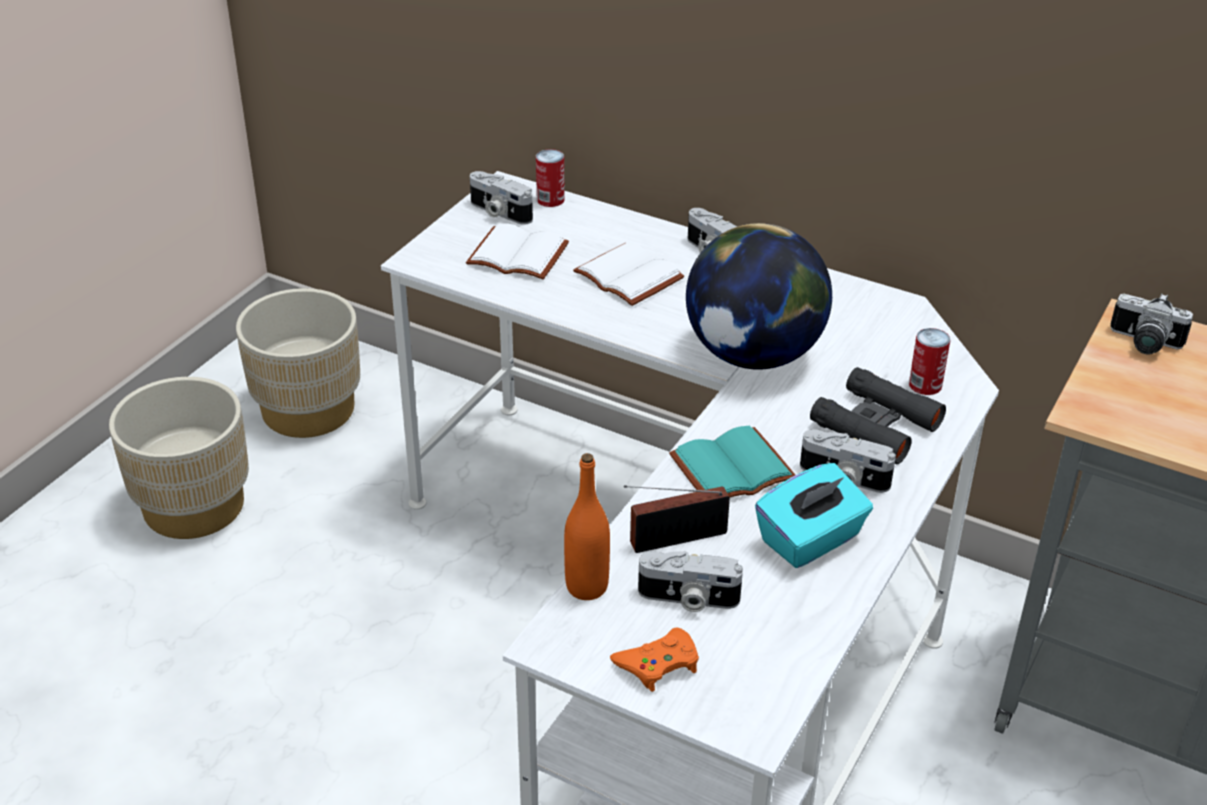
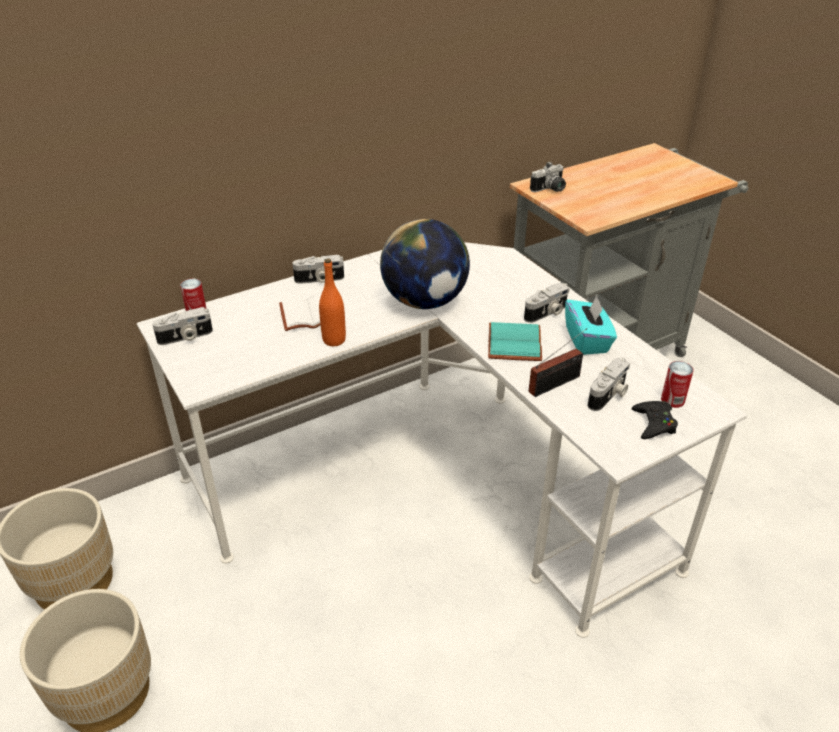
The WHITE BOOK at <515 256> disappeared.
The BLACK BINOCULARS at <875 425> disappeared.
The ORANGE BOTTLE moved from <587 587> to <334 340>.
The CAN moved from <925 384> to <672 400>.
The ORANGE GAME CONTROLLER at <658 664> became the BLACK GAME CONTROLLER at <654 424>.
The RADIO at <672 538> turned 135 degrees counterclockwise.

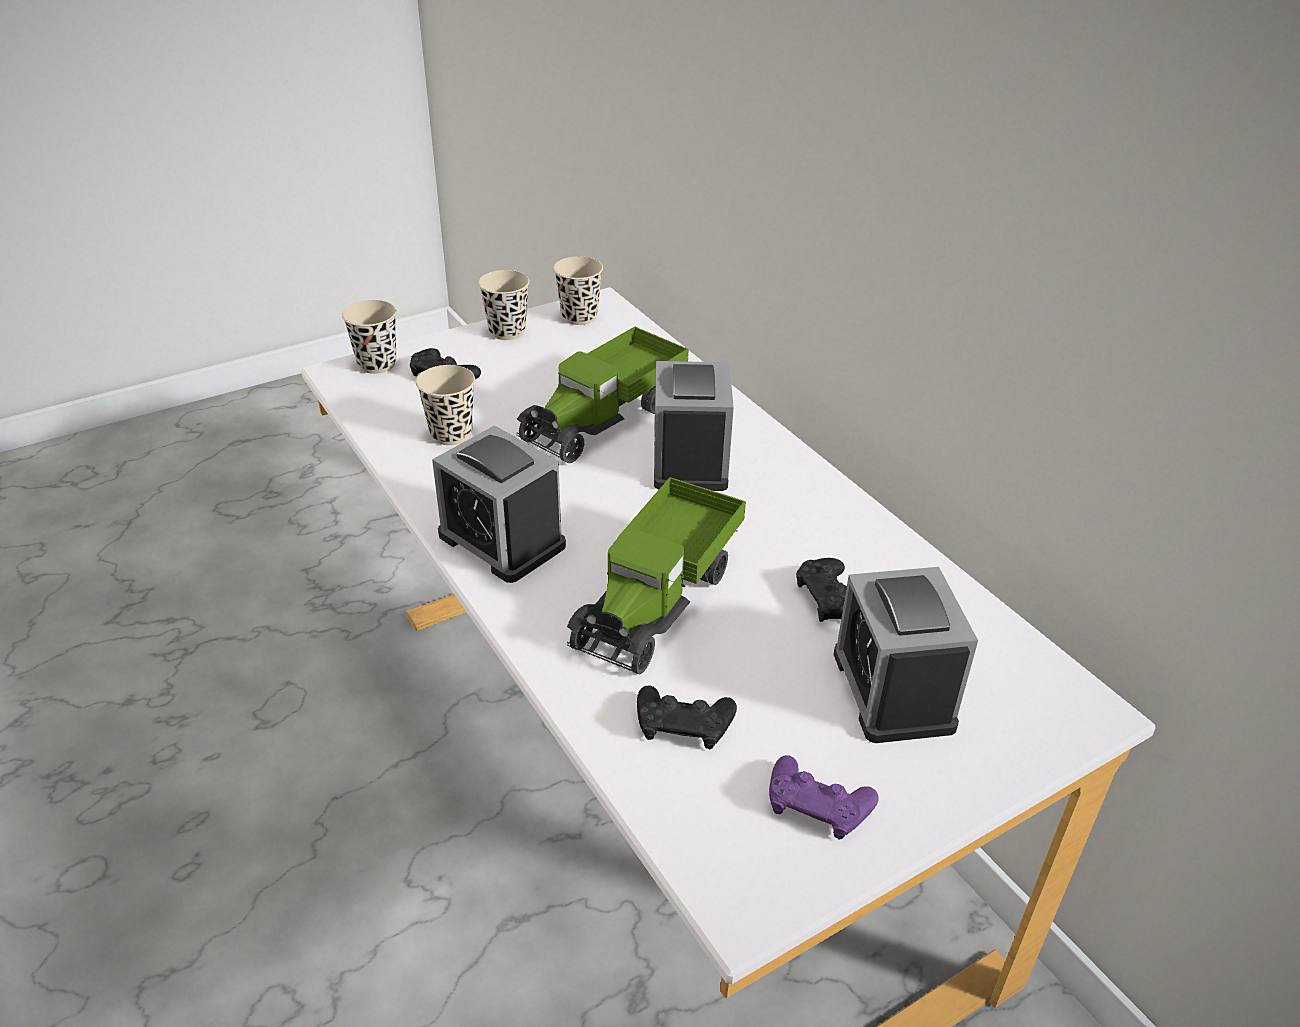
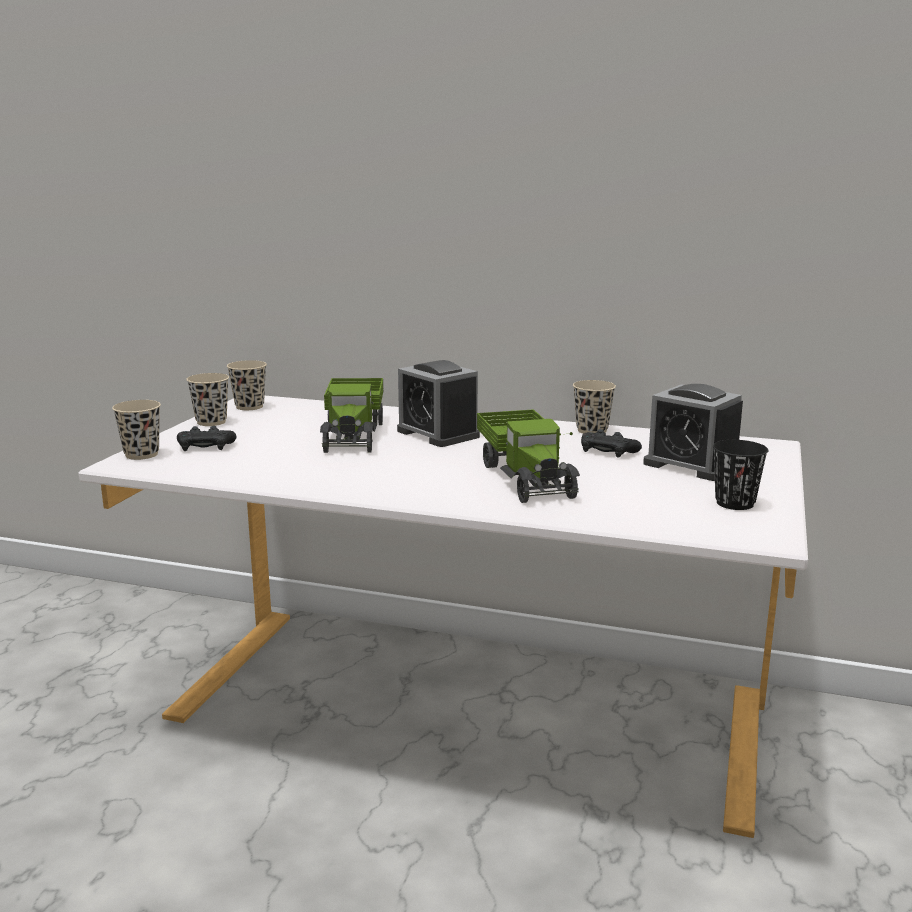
The ALARM CLOCK at <502 540> disappeared.
The BLACK GAME CONTROLLER at <683 724> disappeared.
The BEIGE CUP moved from <451 434> to <592 430>.
The PURPLE GAME CONTROLLER at <817 805> was replaced by the BLACK CUP at <735 503>.

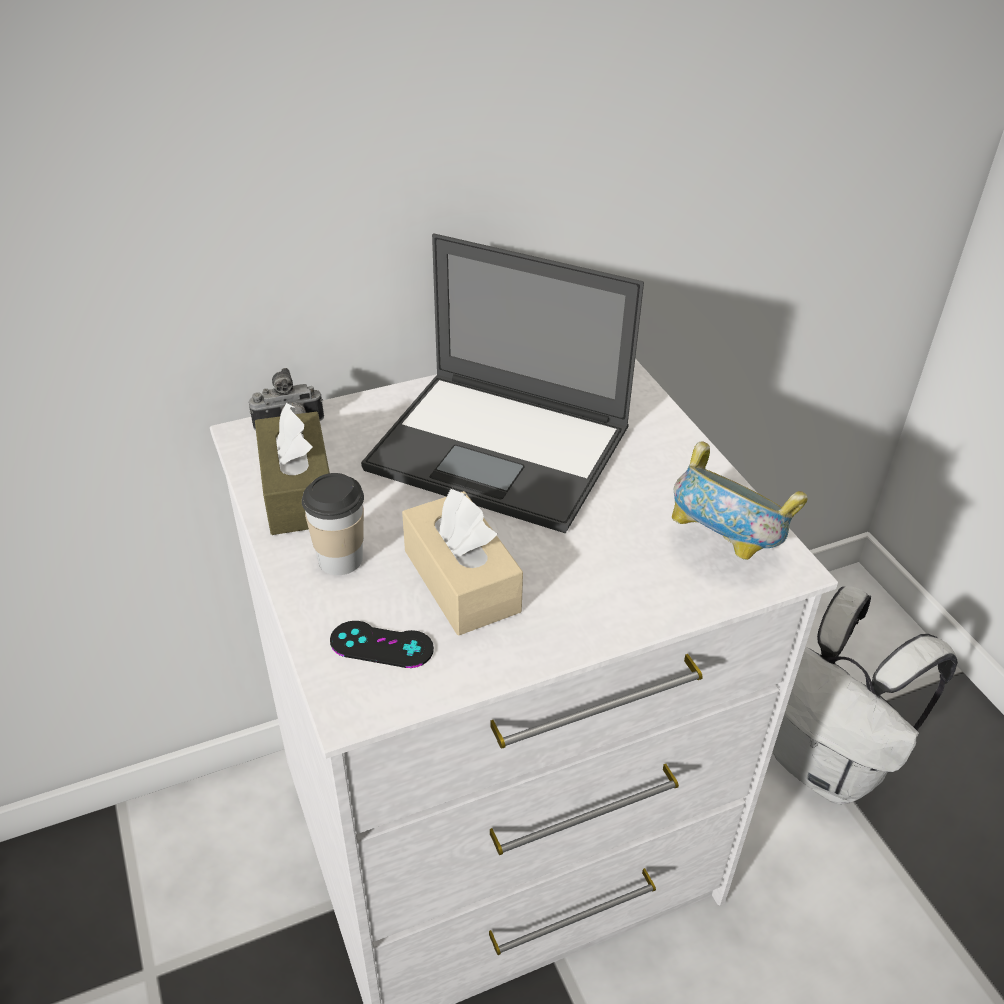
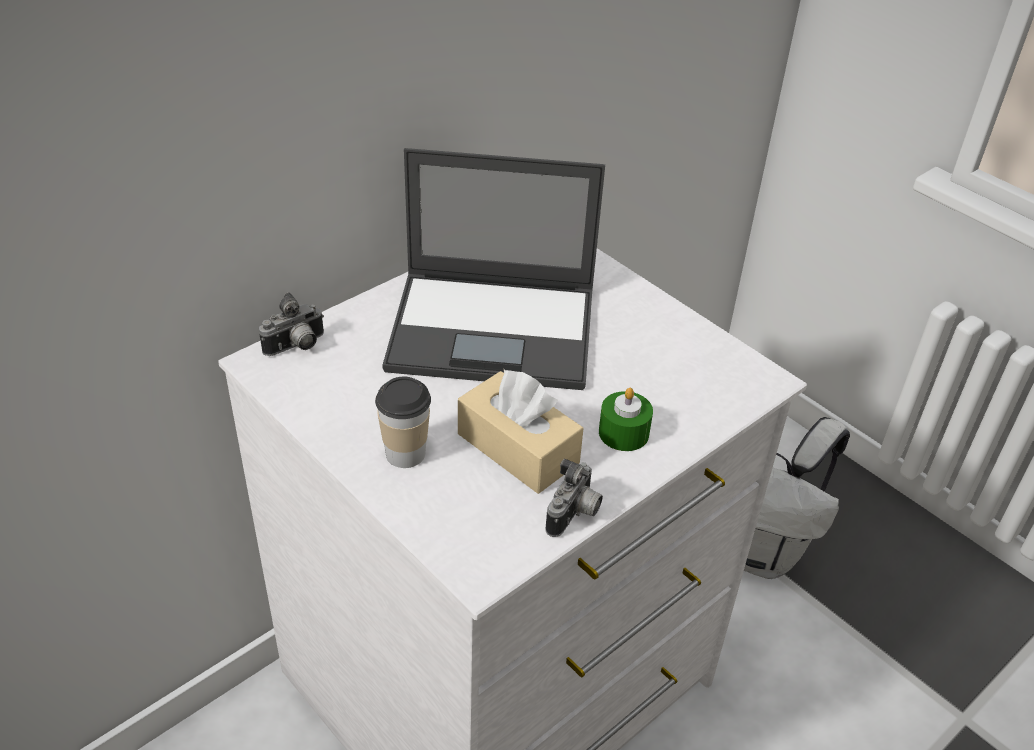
The BROWN TISSUE BOX at <298 491> disappeared.
The BLACK GAME CONTROLLER at <381 645> disappeared.
The BOWL at <724 547> disappeared.
The PHOTO CAMERA at <575 515> appeared.
The GREEN CANDLE at <623 433> appeared.

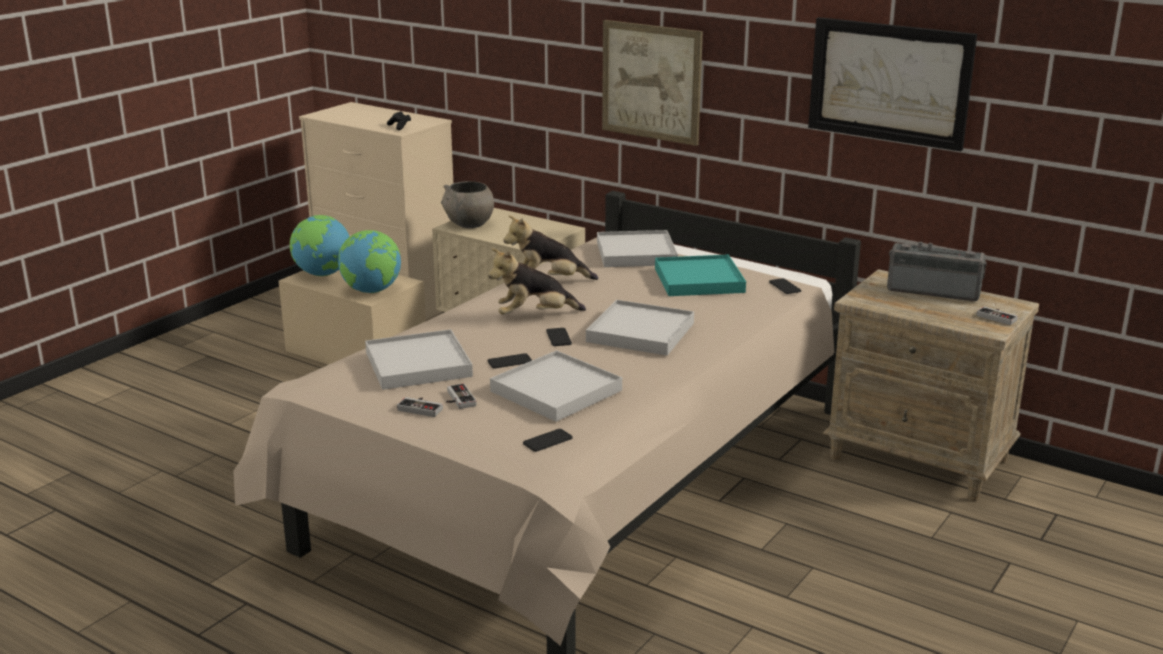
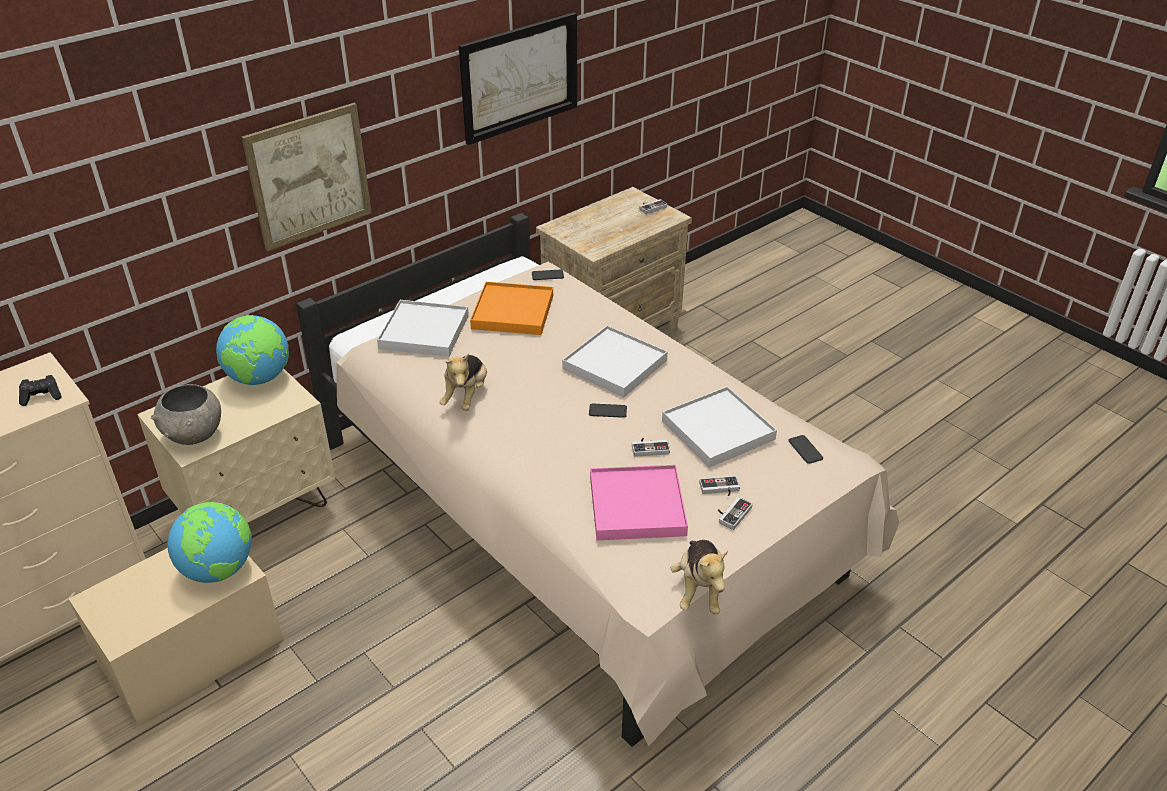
The RADIO at <934 290> disappeared.
The GLOBE moved from <322 274> to <259 378>.
The PLUSH TOY moved from <534 316> to <699 589>.
The PHONE at <509 361> was replaced by the GAME CONTROLLER at <650 447>.
The WHITE TRAY at <418 364> became the PINK TRAY at <636 506>.
The TURQUOISE TRAY at <698 280> became the ORANGE TRAY at <513 312>.

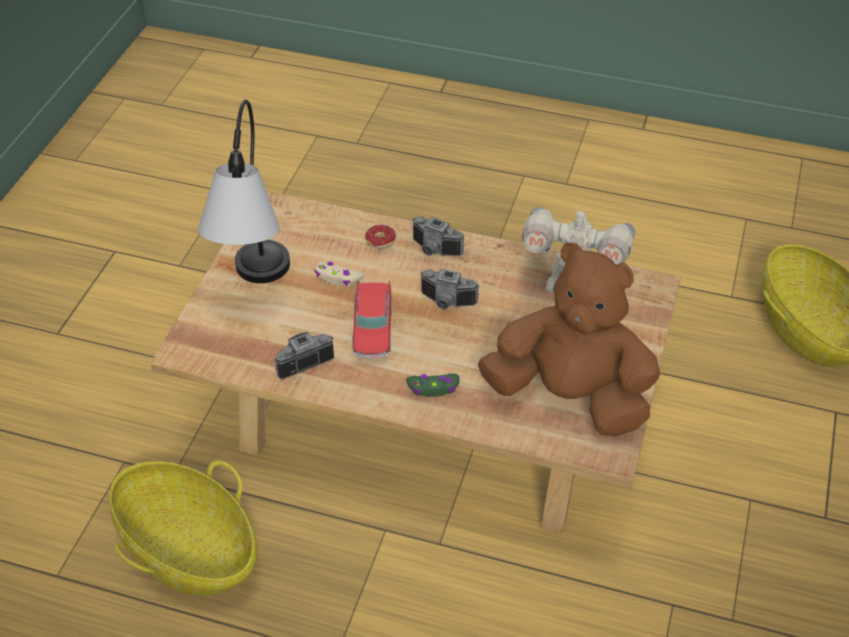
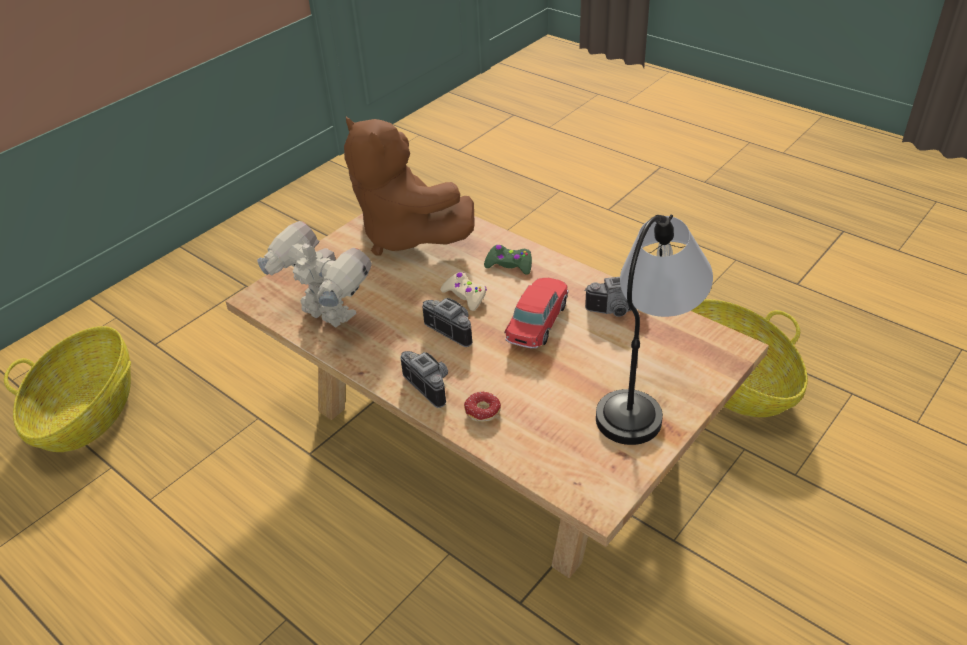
The BEIGE GAME CONTROLLER moved from <337 278> to <465 295>.

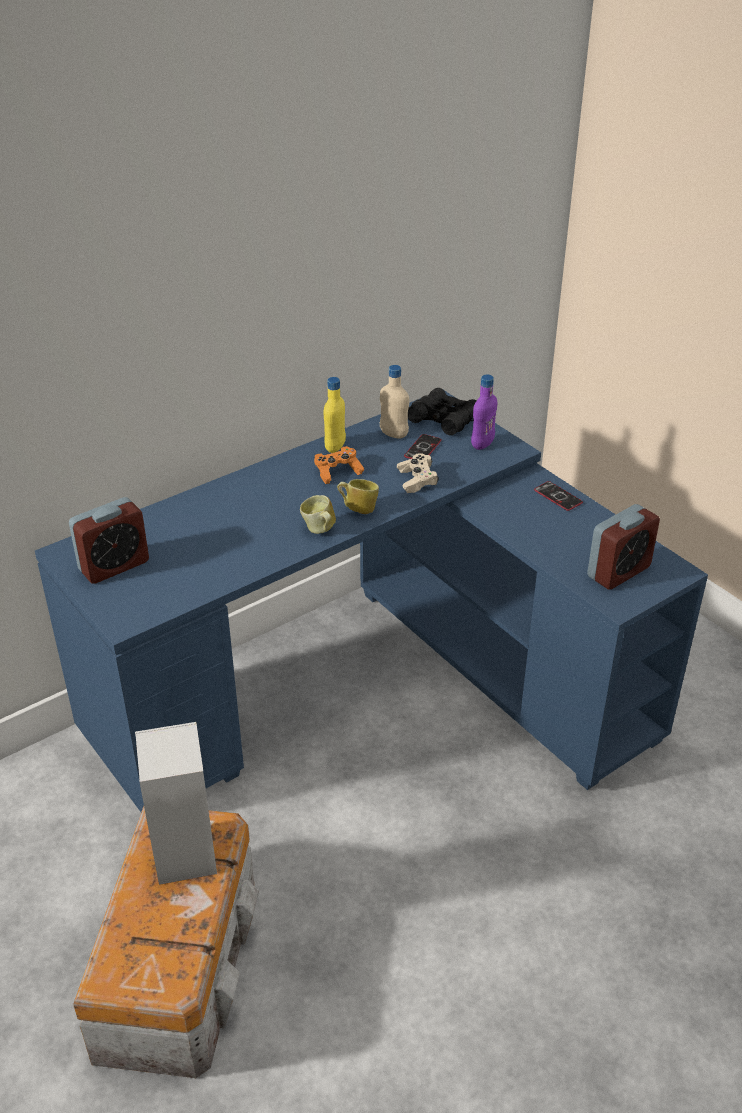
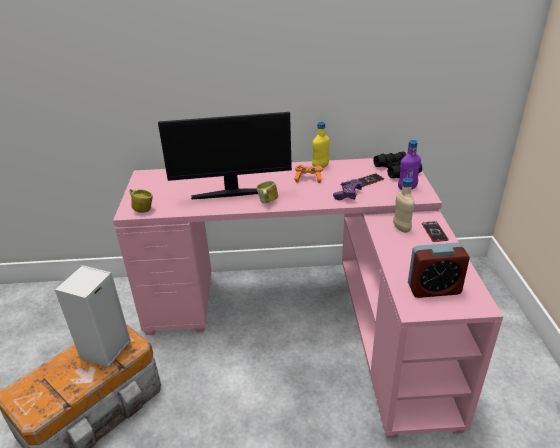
The ALARM CLOCK at <114 566> disappeared.
The MONITOR at <232 193> appeared.
The MUG moved from <358 509> to <142 209>.
The BEIGE BOTTLE moved from <393 434> to <401 228>.
The BLUE DESK at <374 683> became the PINK DESK at <310 316>.
The BEIGE GAME CONTROLLER at <417 480> became the PURPLE GAME CONTROLLER at <347 195>.

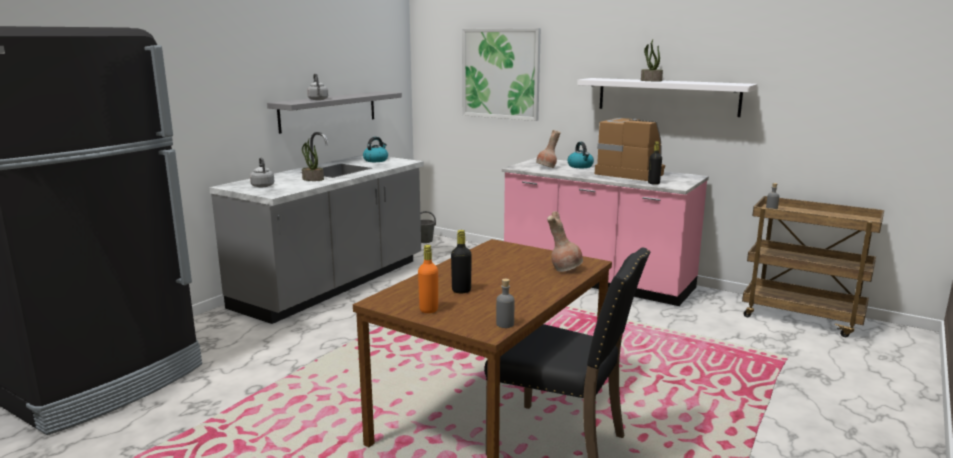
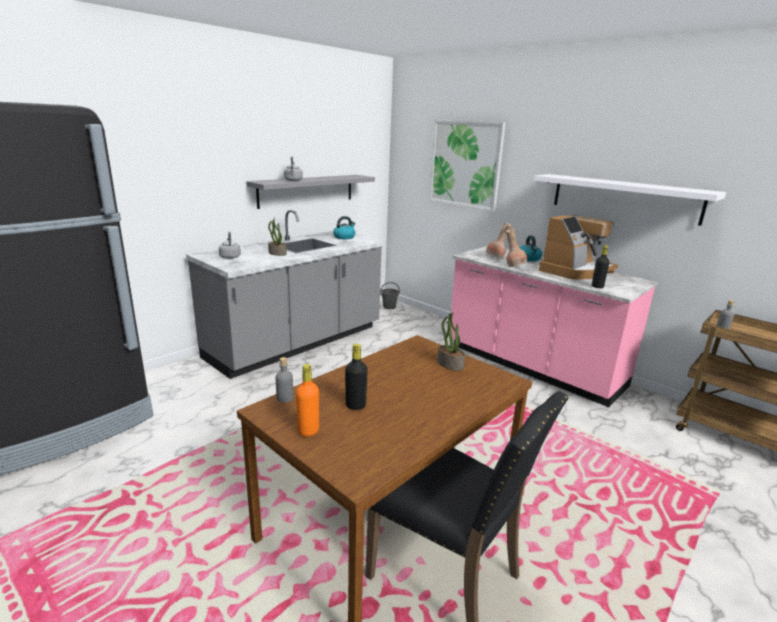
The GREY BOTTLE moved from <505 324> to <285 398>.
The BROWN VASE moved from <565 269> to <514 266>.
The POTTED PLANT moved from <650 80> to <449 364>.
The COFFEE MACHINE at <630 173> turned 90 degrees clockwise.

